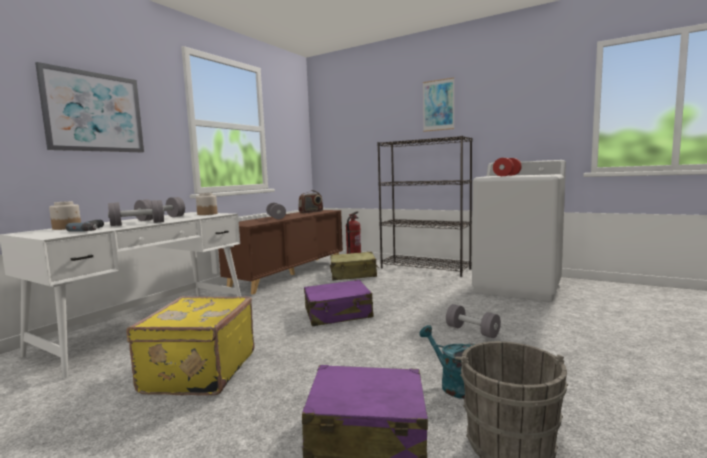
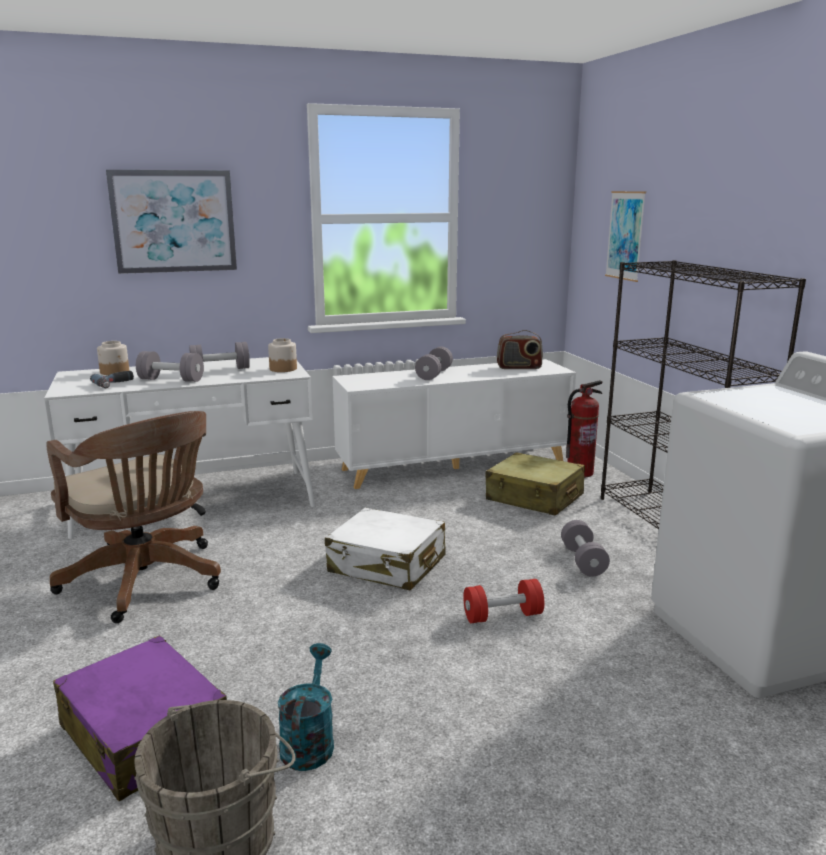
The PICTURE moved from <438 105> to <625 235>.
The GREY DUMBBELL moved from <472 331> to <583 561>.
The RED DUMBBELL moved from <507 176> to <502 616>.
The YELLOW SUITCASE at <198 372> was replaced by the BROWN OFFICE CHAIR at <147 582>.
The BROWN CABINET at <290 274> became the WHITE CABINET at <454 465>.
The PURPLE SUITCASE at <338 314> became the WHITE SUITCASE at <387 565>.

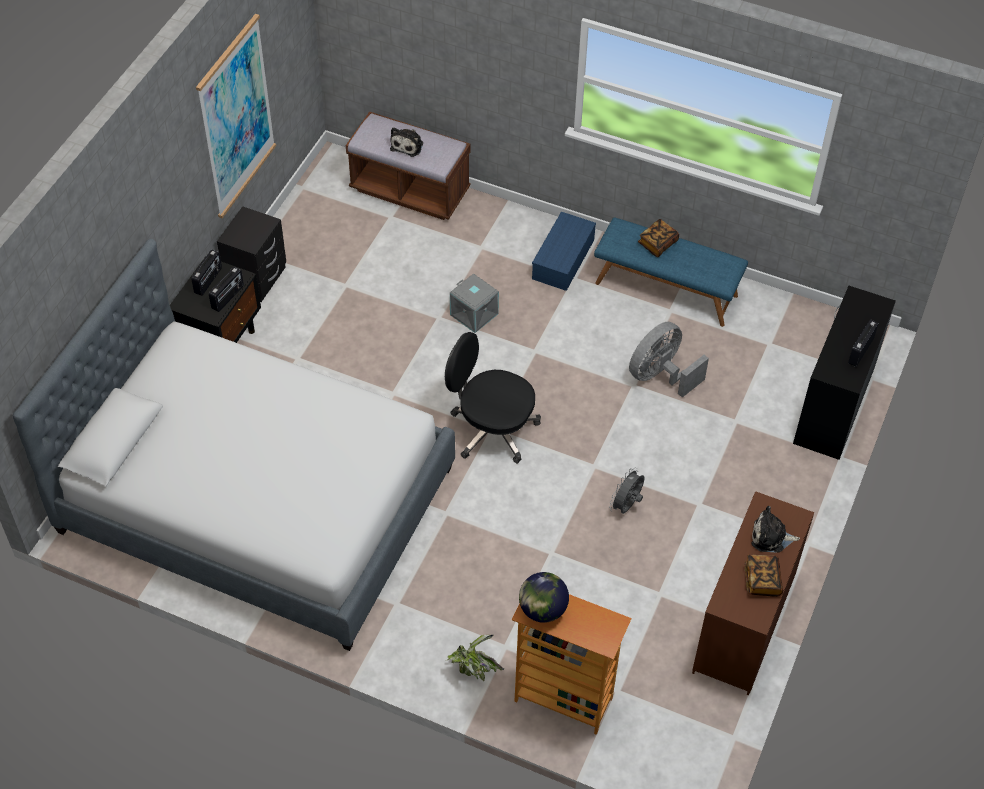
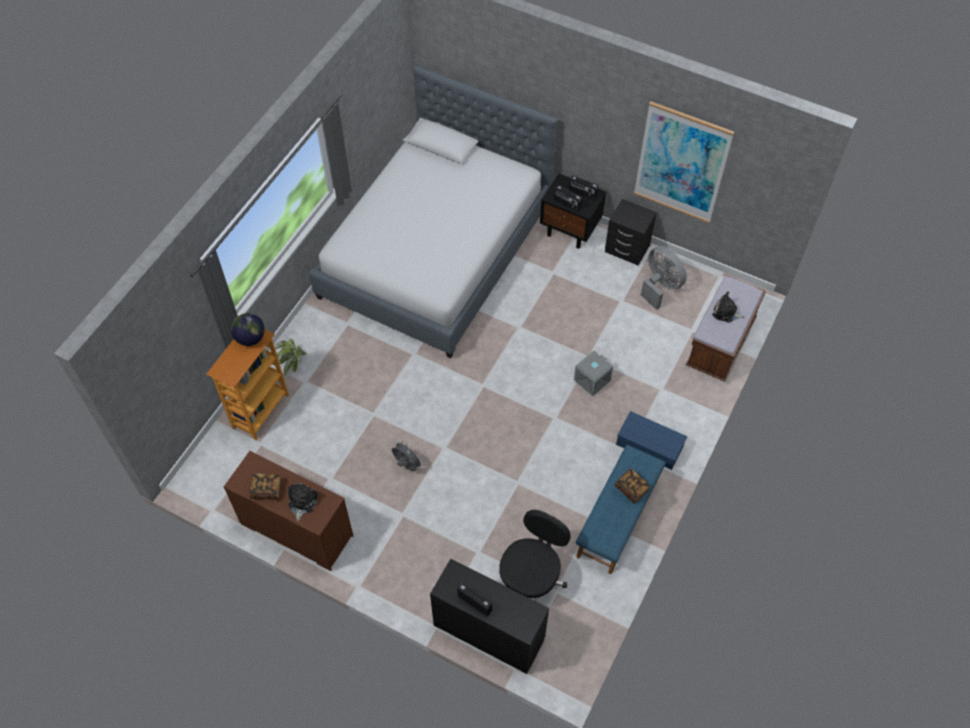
The BLACK OFFICE CHAIR moved from <491 429> to <531 579>.
The GREY FAN moved from <660 376> to <660 286>.

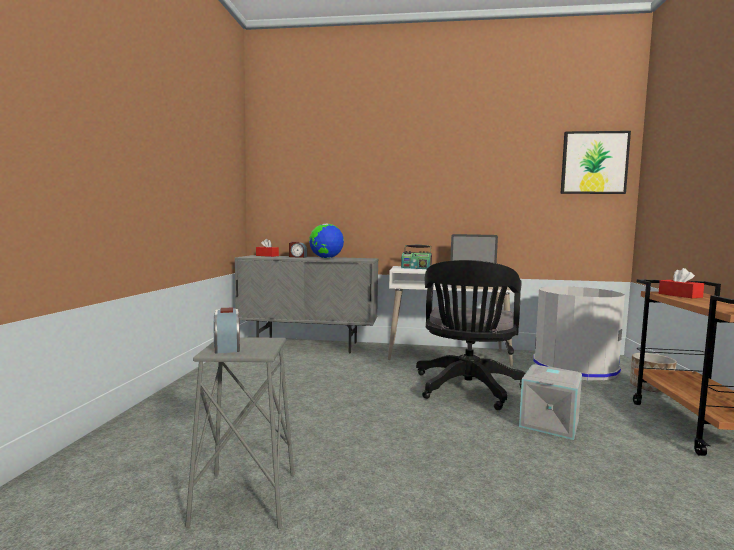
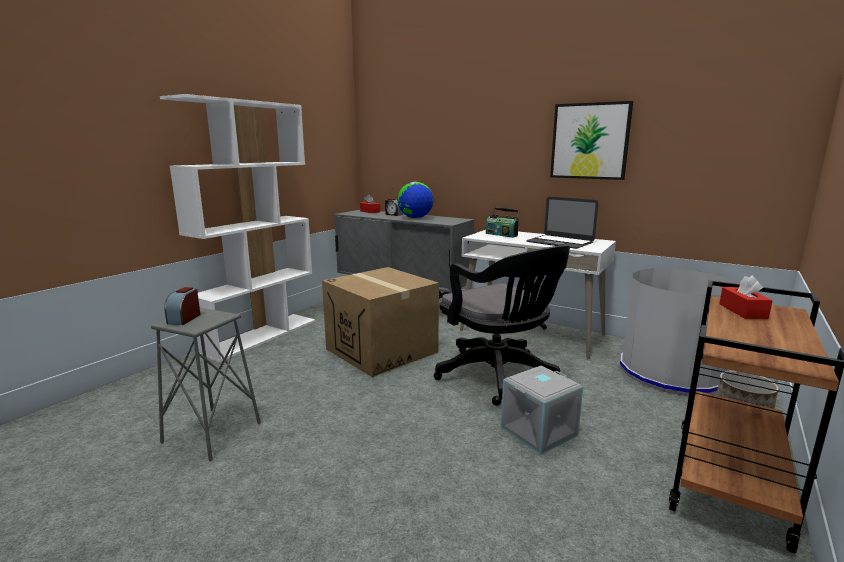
The WHITE BOOKCASE at <260 335> appeared.
The CARDBOARD BOX at <382 350> appeared.
The PICTURE moved from <594 163> to <590 141>.
The BLACK OFFICE CHAIR at <467 390> turned 75 degrees counterclockwise.

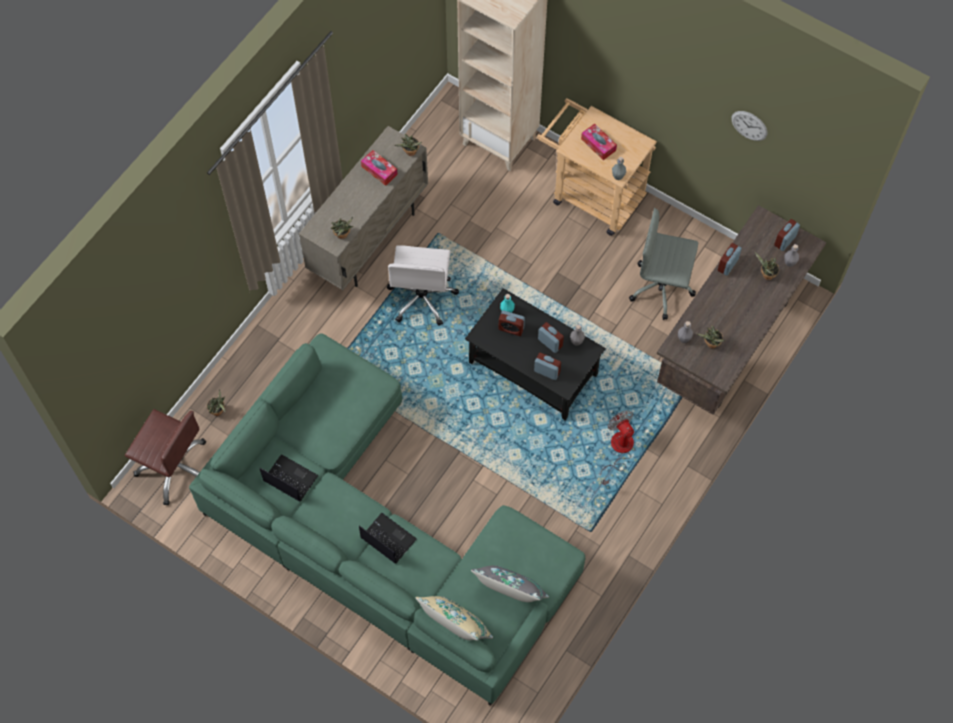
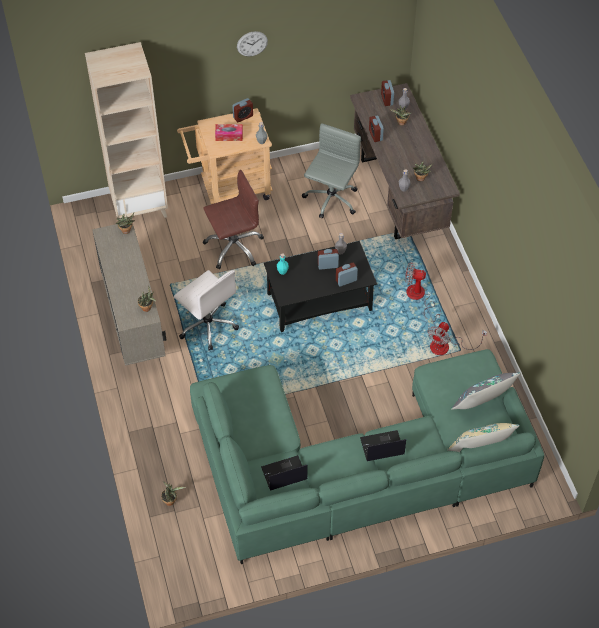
The TISSUE BOX at <379 170> disappeared.
The FAN at <446 347> appeared.
The BROWN OFFICE CHAIR moved from <175 467> to <234 247>.
The ALARM CLOCK moved from <511 328> to <243 117>.
The WALL CLOCK moved from <749 125> to <252 43>.
The GREY OFFICE CHAIR at <662 288> turned 150 degrees clockwise.

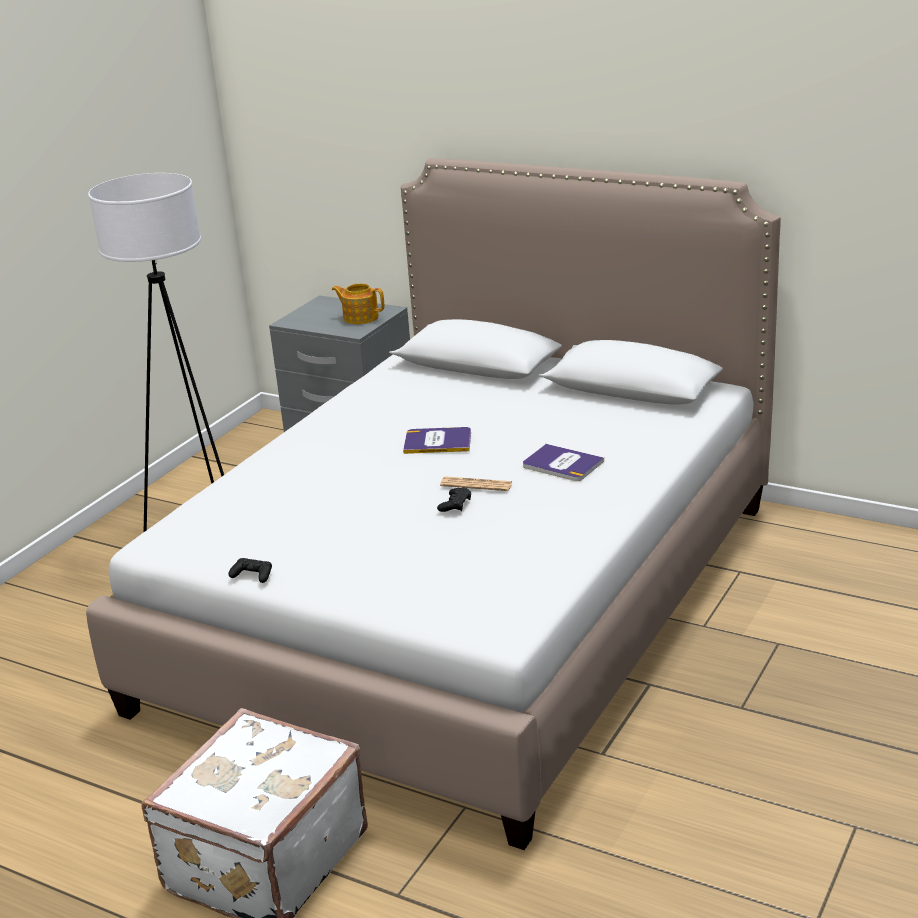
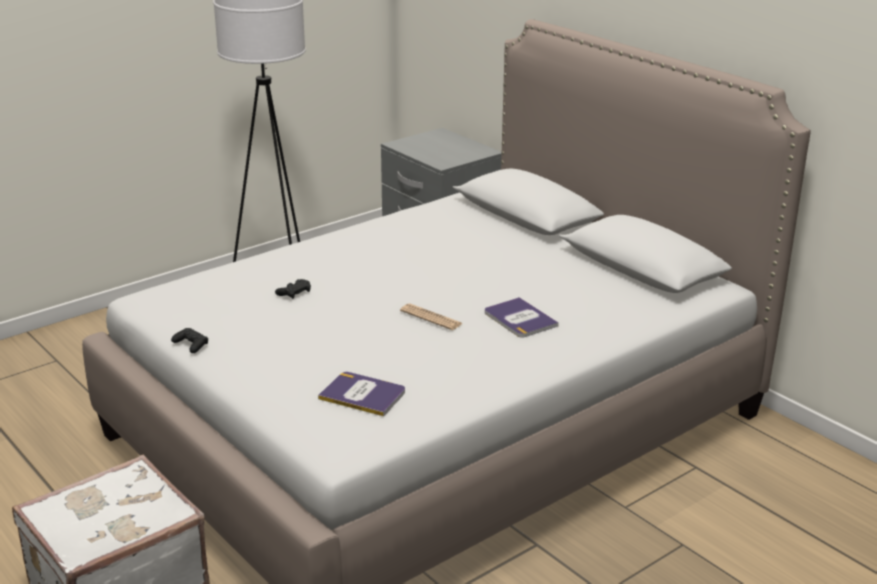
The TEAPOT at <360 317> disappeared.
The BOOK moved from <437 442> to <363 395>.
The BLACK GAME CONTROLLER moved from <455 504> to <294 292>.

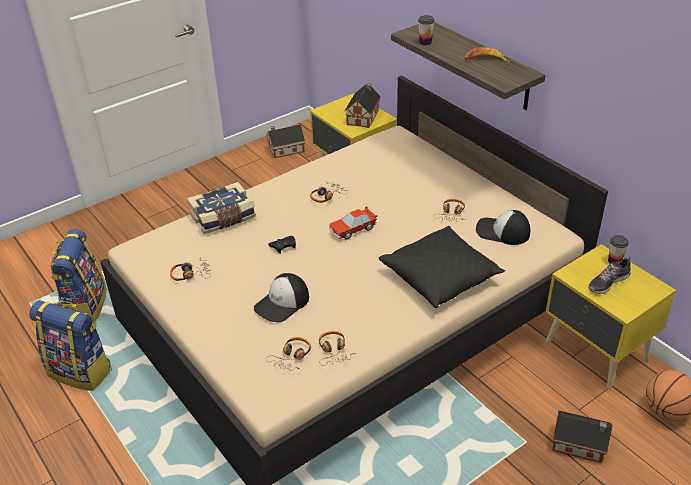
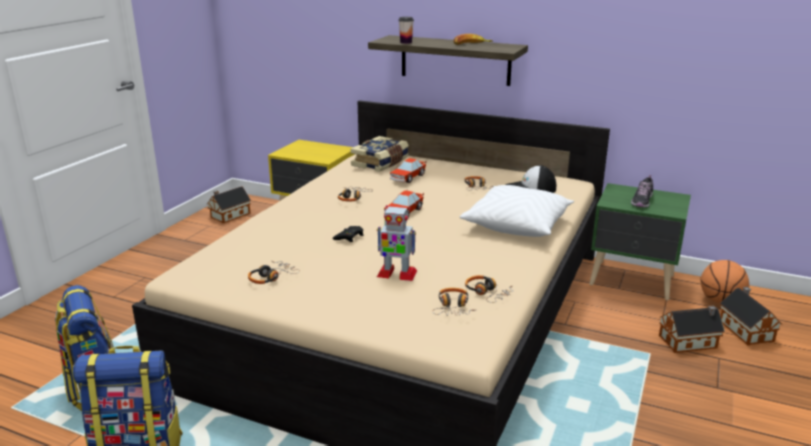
The CUP at <614 261> disappeared.
The TOY CAR at <408 177> appeared.
The BOOK moved from <223 217> to <381 163>.
The TOY HOUSE moved from <363 116> to <745 329>.
The CAP at <282 303> was replaced by the TOY ROBOT at <396 274>.
The BLACK PILLOW at <440 277> became the WHITE PILLOW at <517 224>.
The YELLOW NIGHTSTAND at <596 353> became the GREEN NIGHTSTAND at <633 281>.

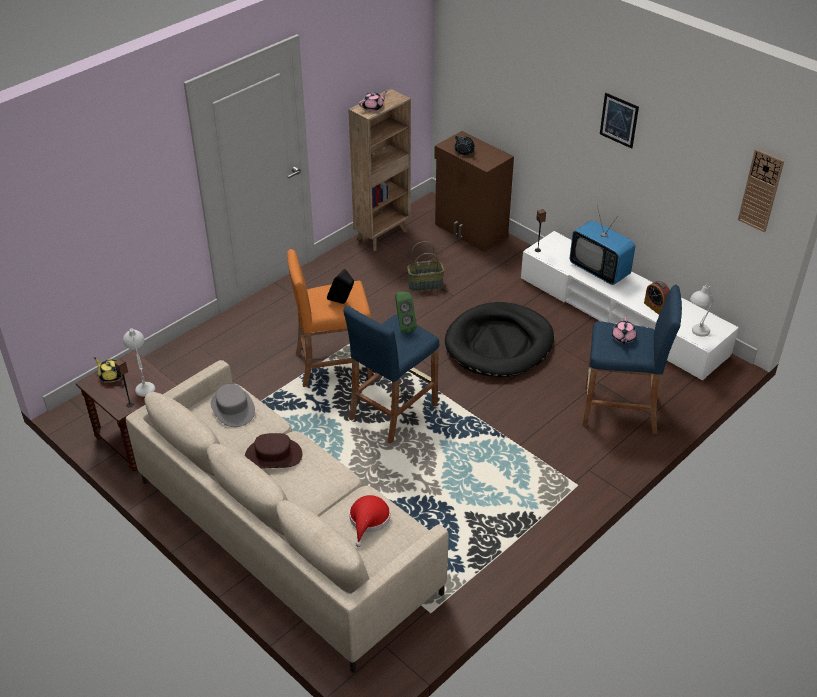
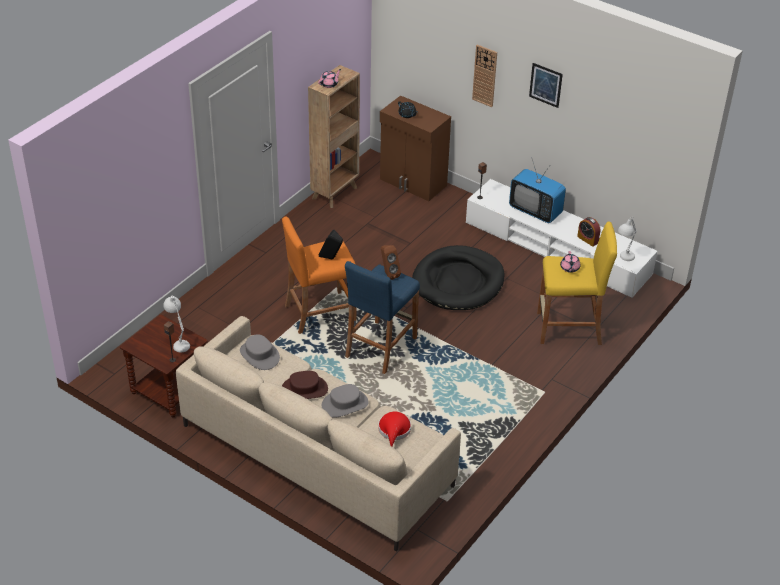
The YELLOW TEAPOT at <111 376> disappeared.
The BASKET at <425 284> disappeared.
The GREY HAT at <345 404> appeared.
The WALL CLOCK moved from <761 190> to <485 75>.
The GREEN SPEAKER at <403 326> became the BROWN SPEAKER at <388 274>.
The BLUE STOOL at <620 410> became the YELLOW STOOL at <568 329>.

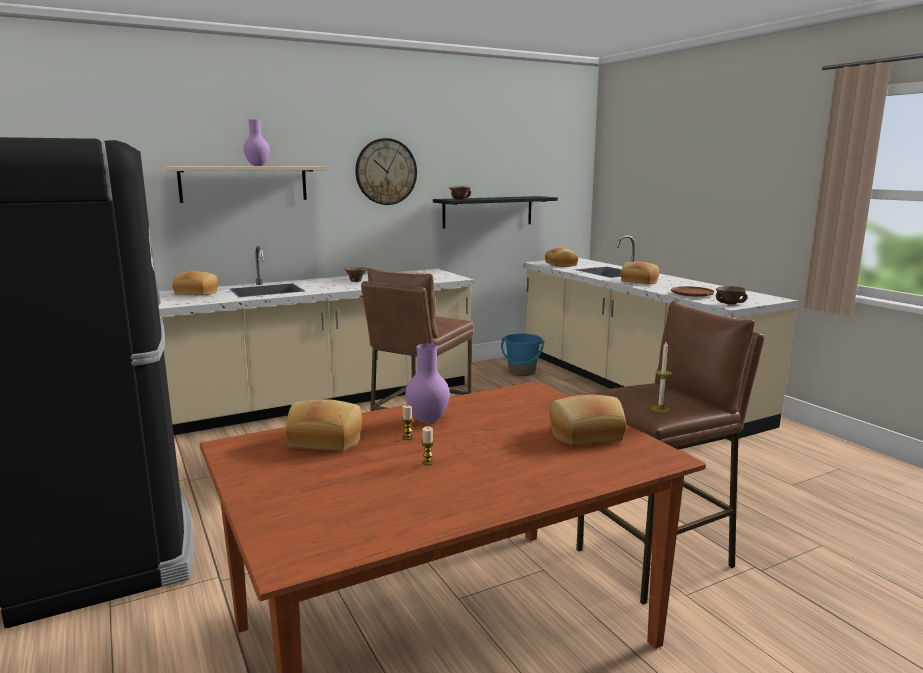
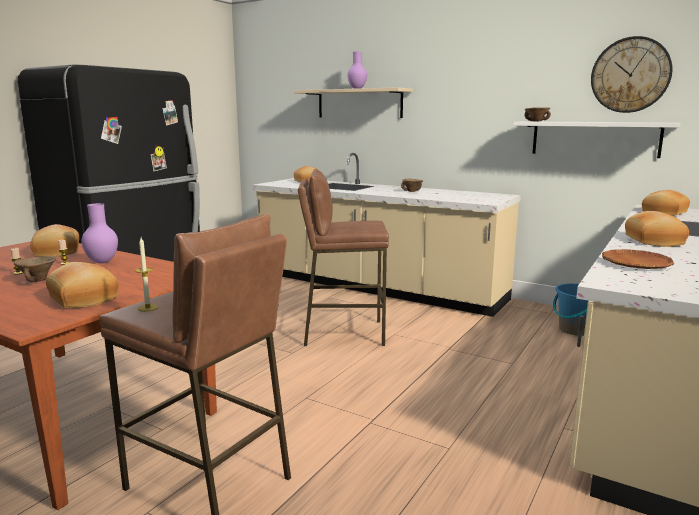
The WALL CLOCK moved from <386 171> to <630 75>.
The BROWN BOWL moved from <730 303> to <38 280>.
The BLACK SHELF at <488 211> became the WHITE SHELF at <594 138>.

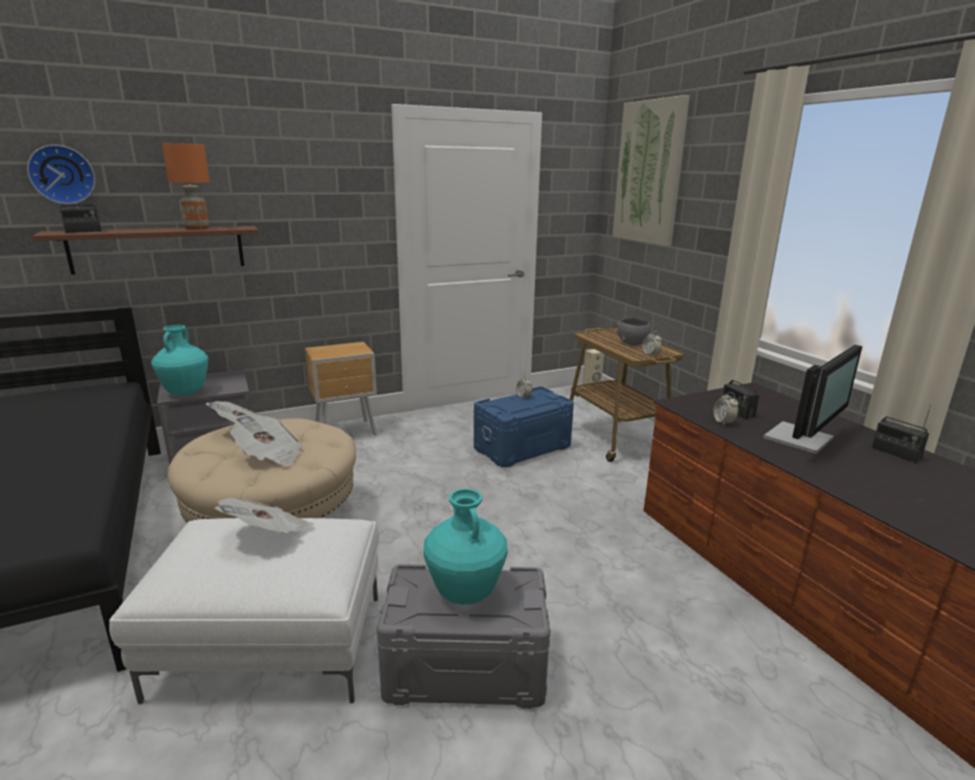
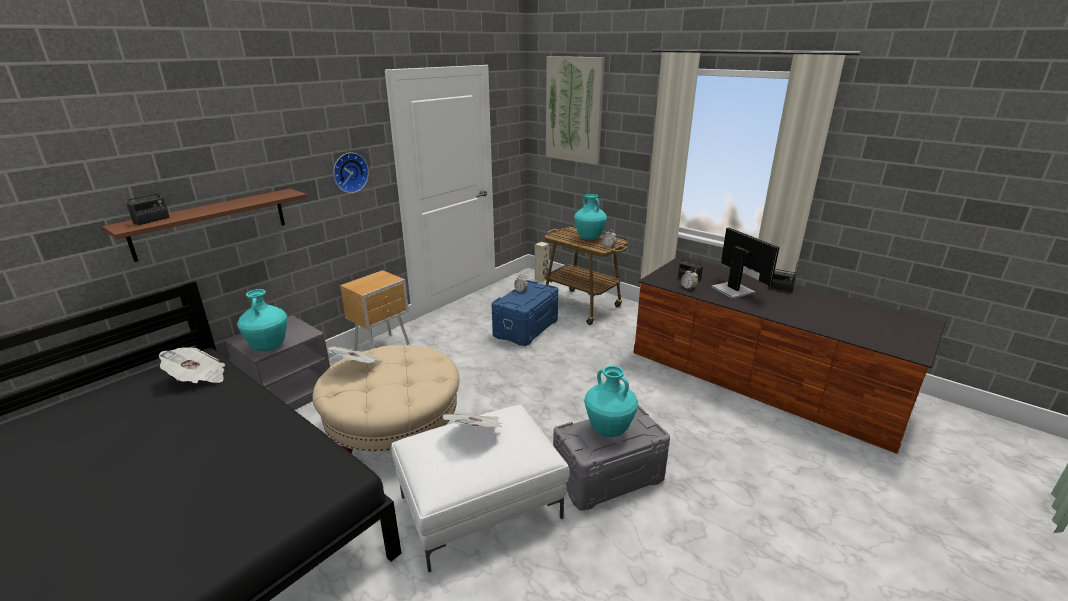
The ORANGE TABLE LAMP at <197 228> disappeared.
The WALL CLOCK moved from <62 174> to <349 172>.
The NEWSPAPER moved from <270 456> to <198 378>.
The GREY BOWL at <633 343> was replaced by the TURQUOISE VASE at <589 238>.
The MONITOR at <801 439> turned 45 degrees counterclockwise.

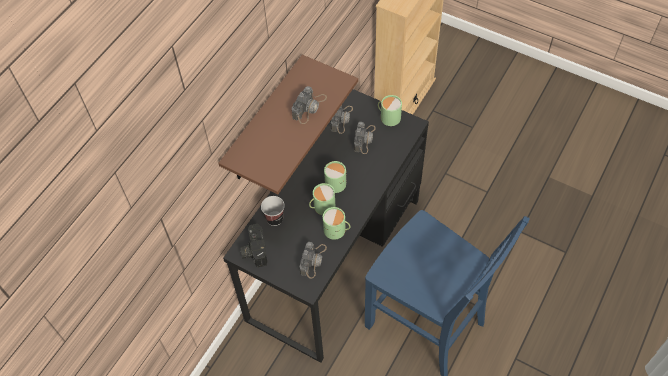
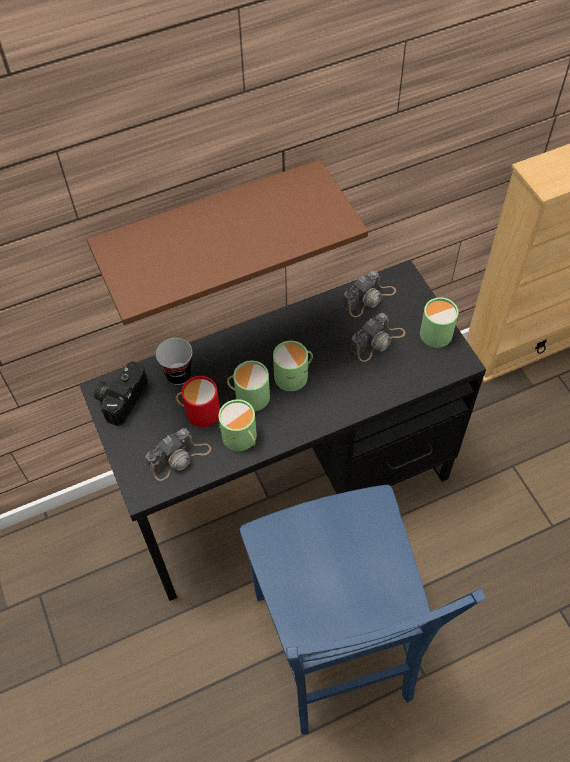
The PHOTO CAMERA at <309 107> disappeared.
The RED MUG at <199 411> appeared.

